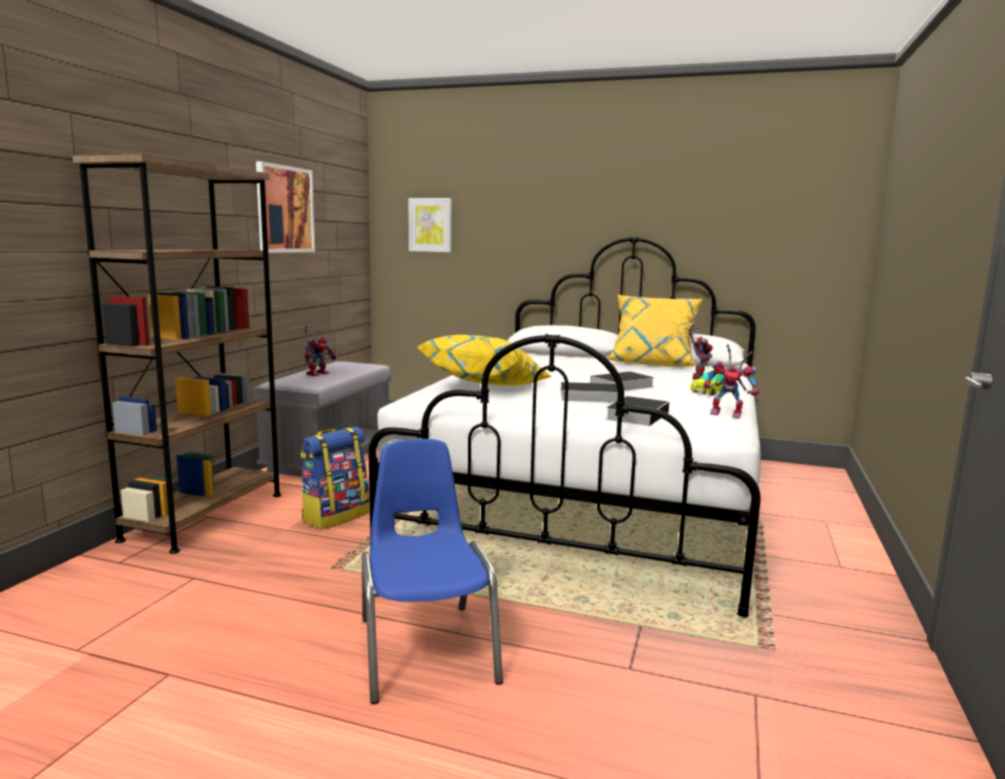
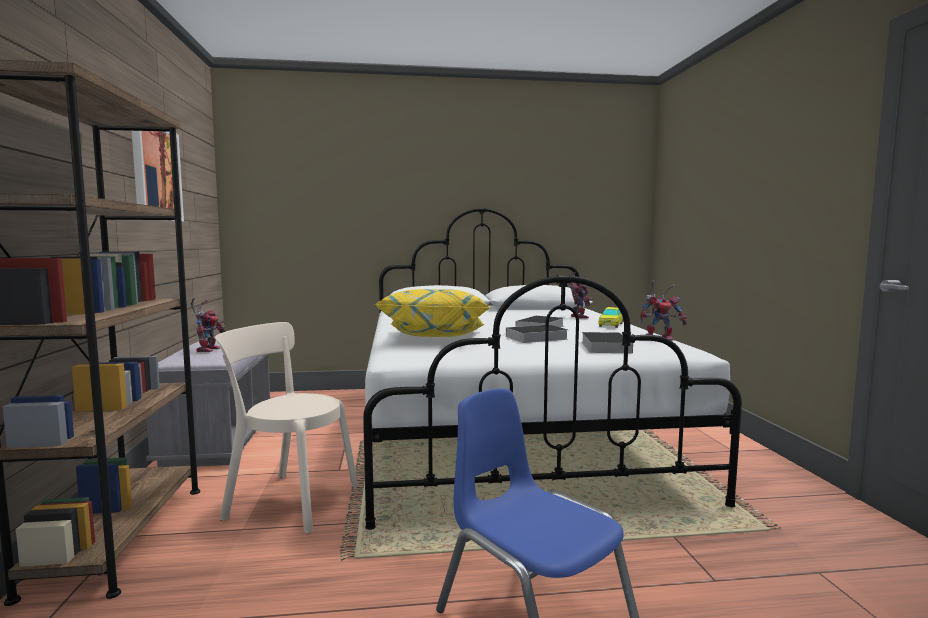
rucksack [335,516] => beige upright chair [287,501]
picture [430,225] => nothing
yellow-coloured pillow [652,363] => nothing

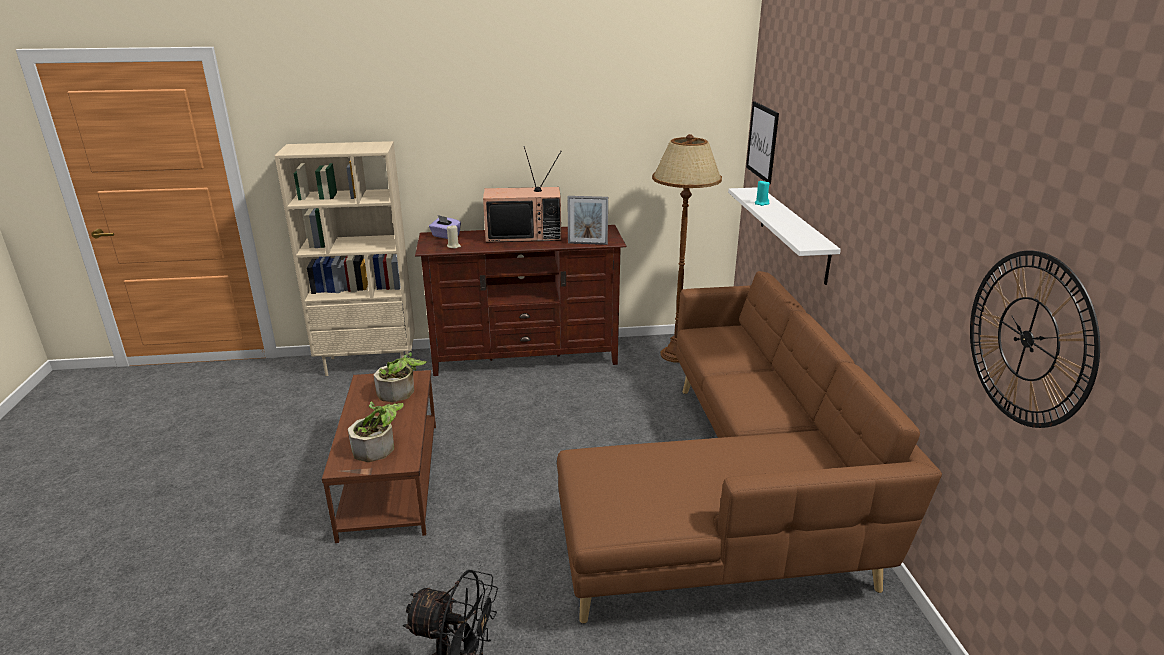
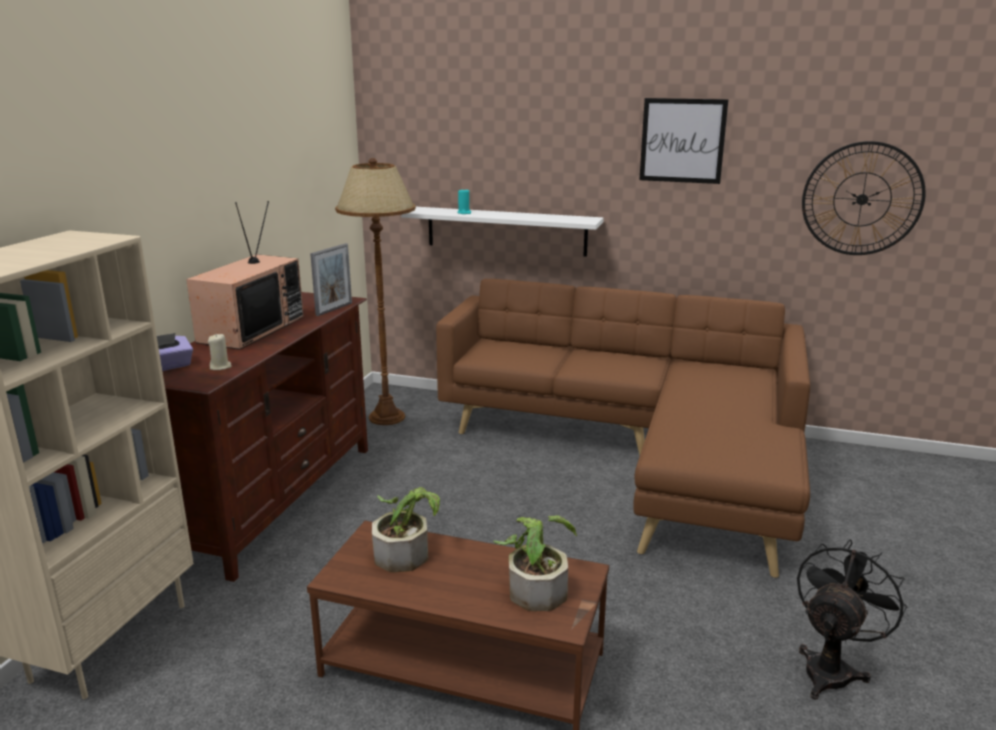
picture [762,142] => picture [682,140], shifted

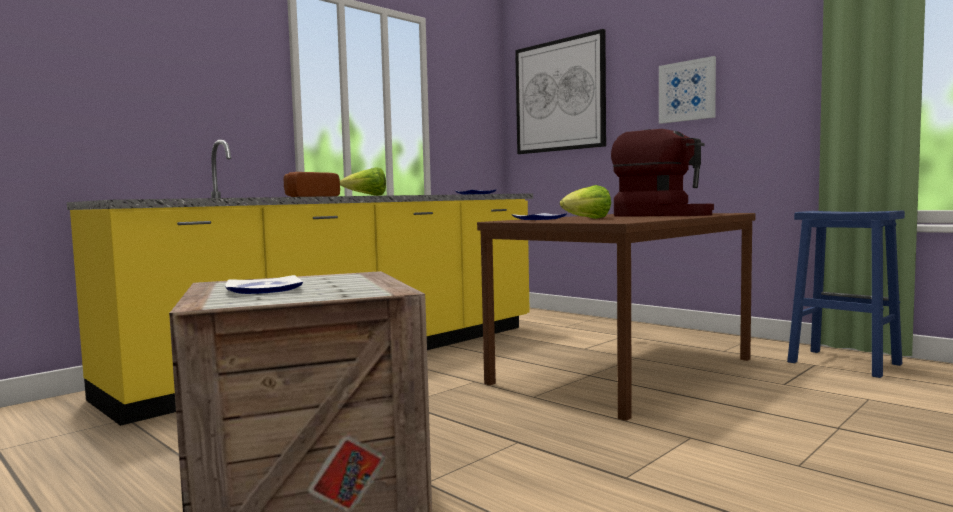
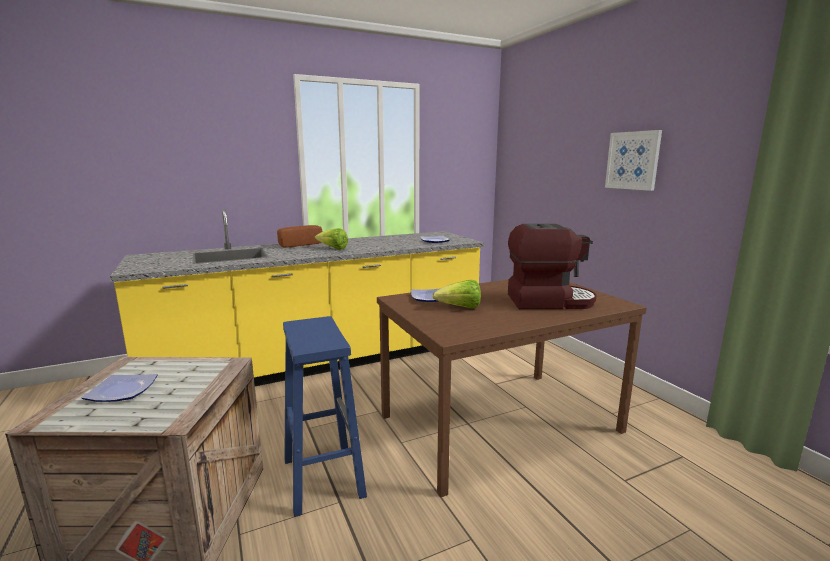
picture [559,96] => nothing
coffee machine [663,215] => coffee machine [548,301], 60 degrees counterclockwise
blue sitting stool [842,363] => blue sitting stool [322,476], shifted

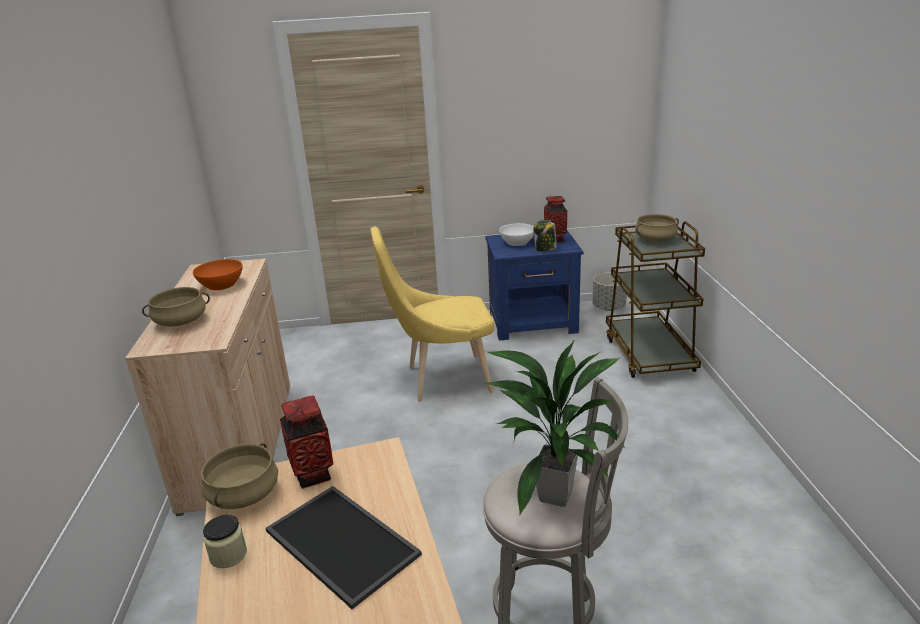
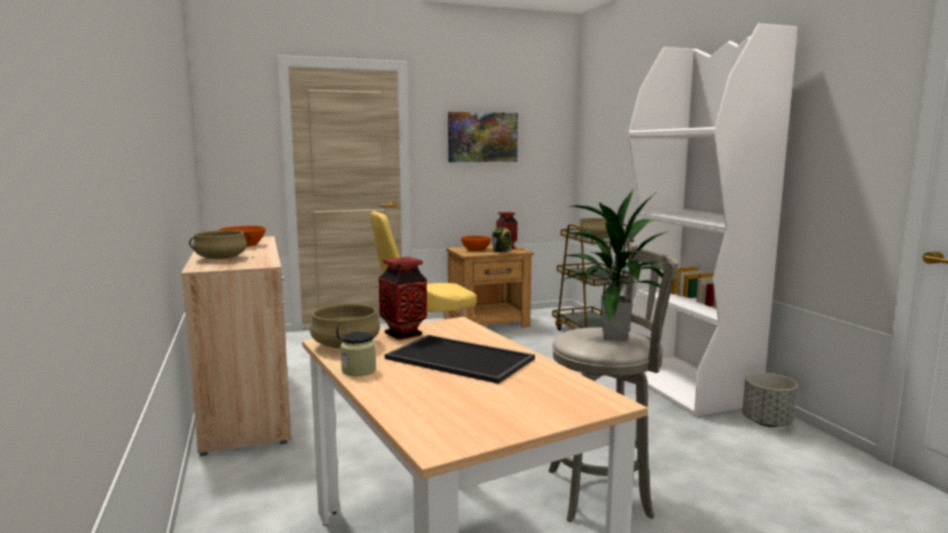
blue bedside table [534,323] => brownish bedside table [489,322]
white-coloured serving bowl [517,242] => orangey serving bowl [476,249]
grey flower pot [609,307] => grey flower pot [767,422], shifted
nothing => picture [482,137]
nothing => white-coloured bookcase [686,386]

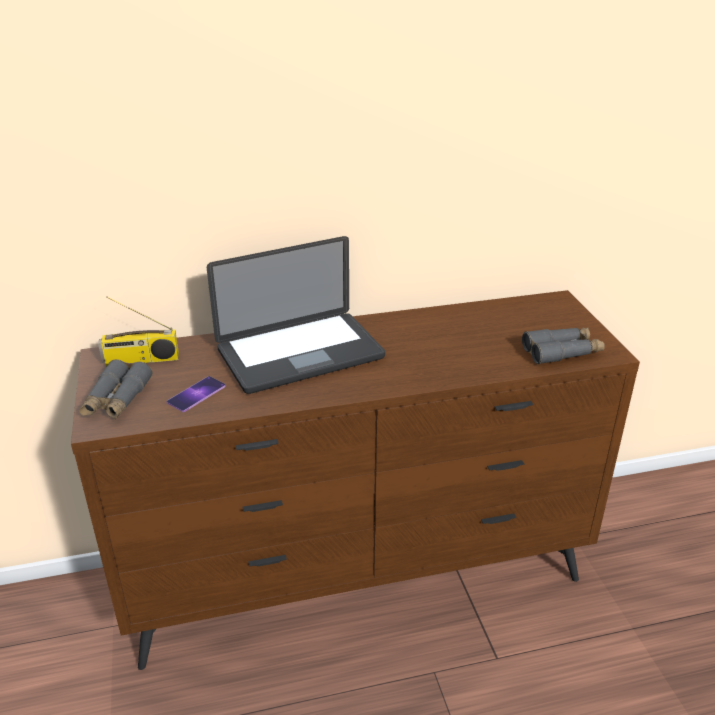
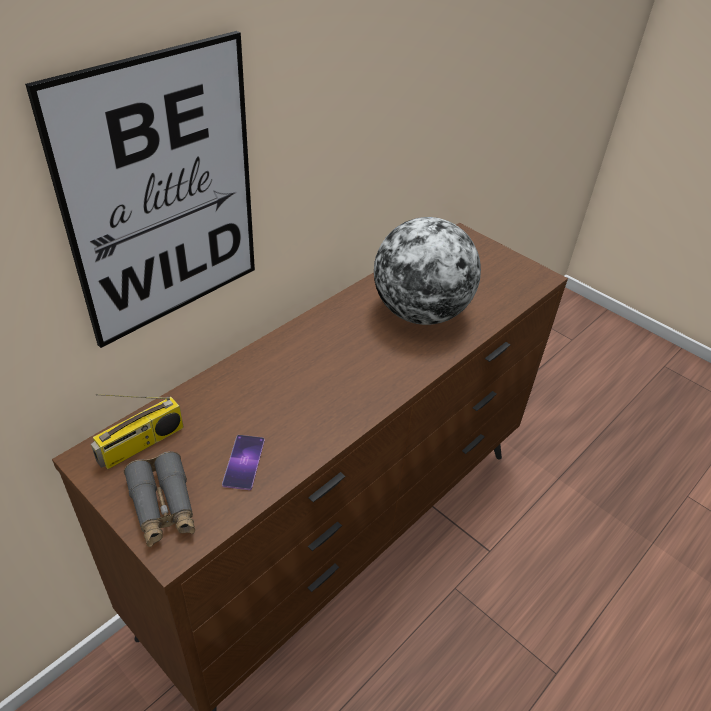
notebook computer [300,354] => nothing
grey pair of binoculars [562,352] => nothing
nothing => picture [163,196]
nothing => world globe [420,312]

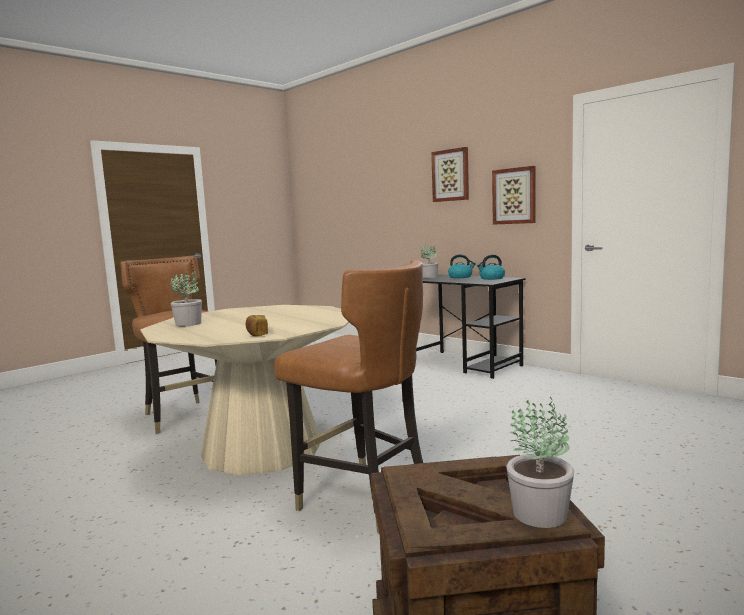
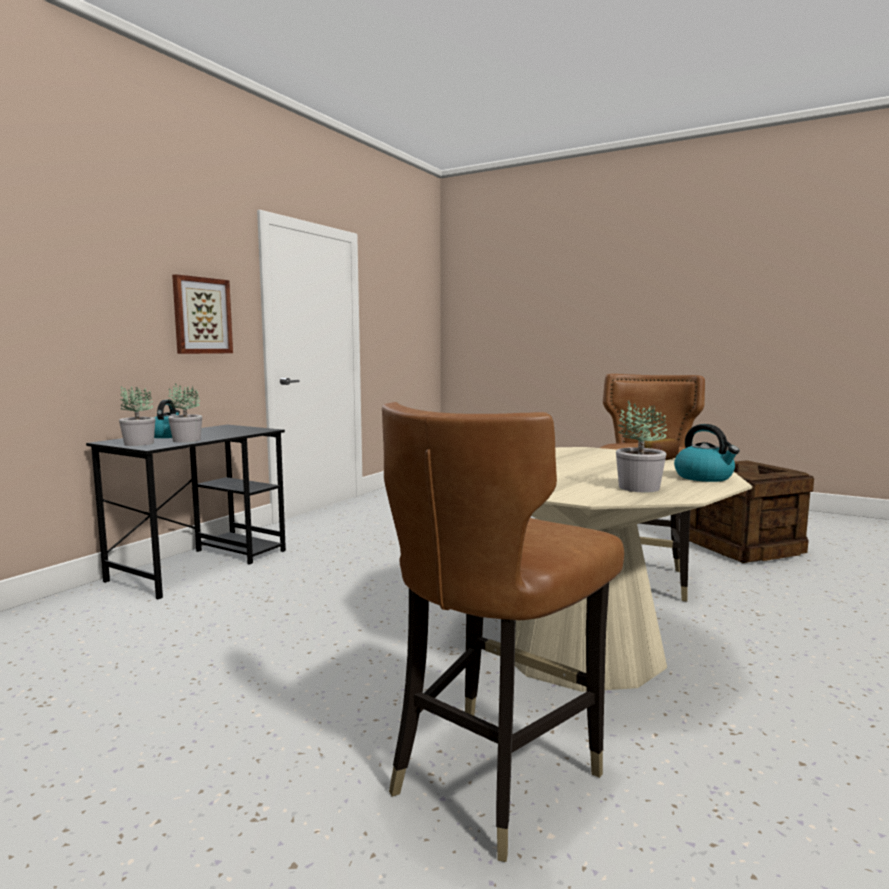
picture [451,175] => nothing
tea kettle [491,278] => tea kettle [704,477], shifted
plant in a pot [539,512] => plant in a pot [186,440], shifted

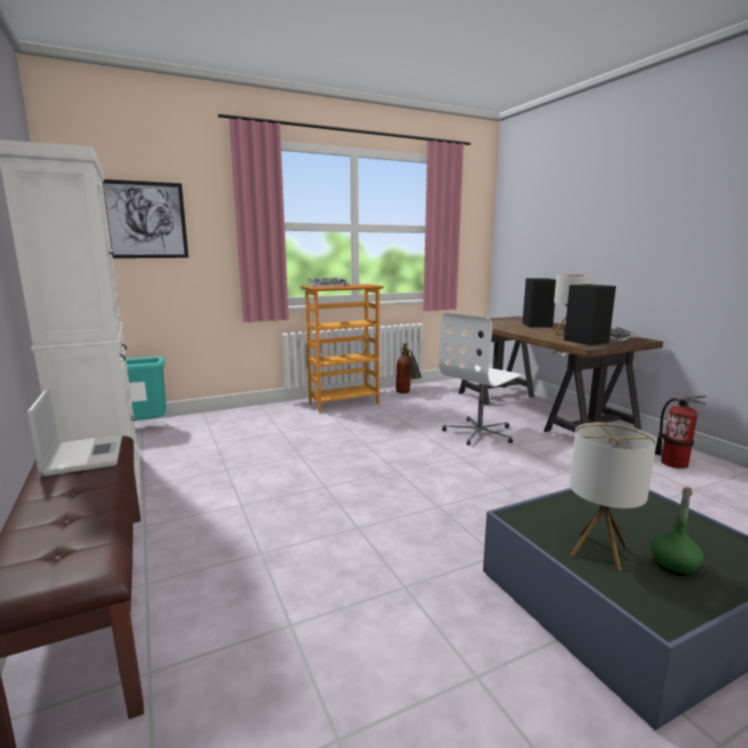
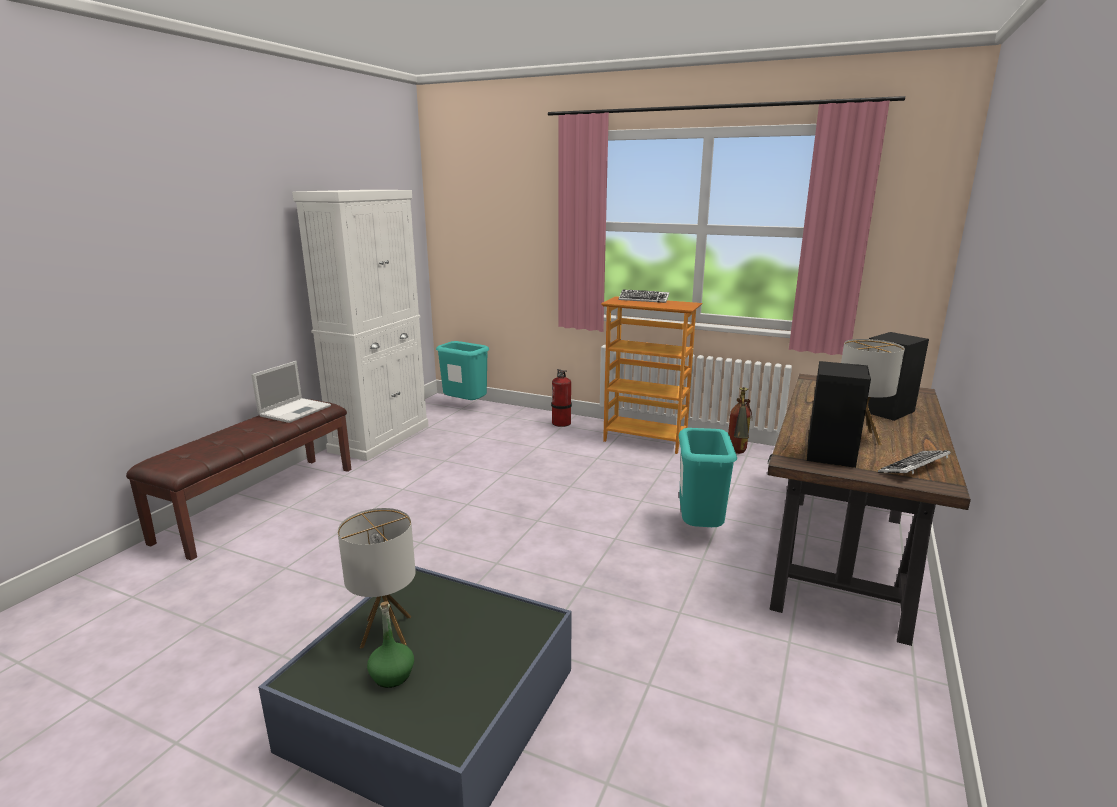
picture [145,220] => nothing
white-coloured computer chair [480,433] => turquoise-coloured waste bin [698,528]
fire extinguisher [674,463] => fire extinguisher [561,423], shifted

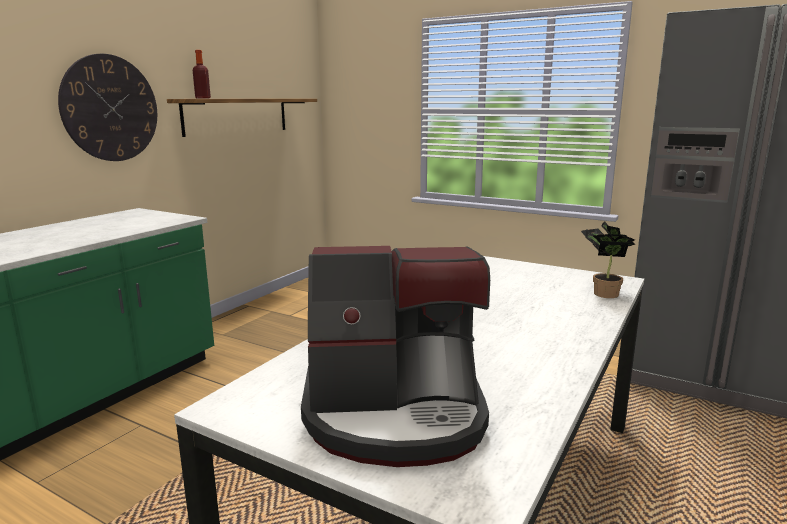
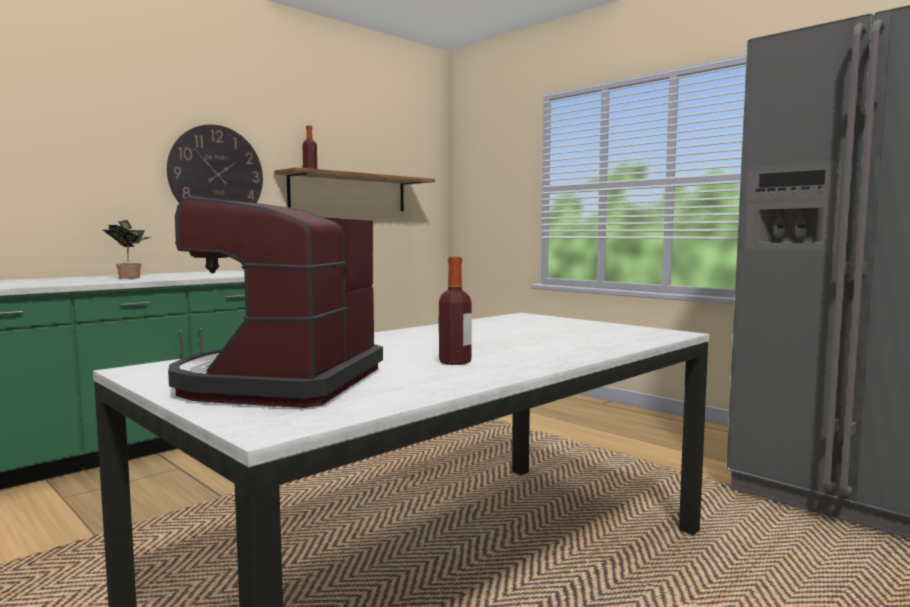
coffee machine [395,414] => coffee machine [280,383], 90 degrees clockwise
plant in a pot [602,293] => plant in a pot [129,277], shifted
nothing => bottle [455,362]

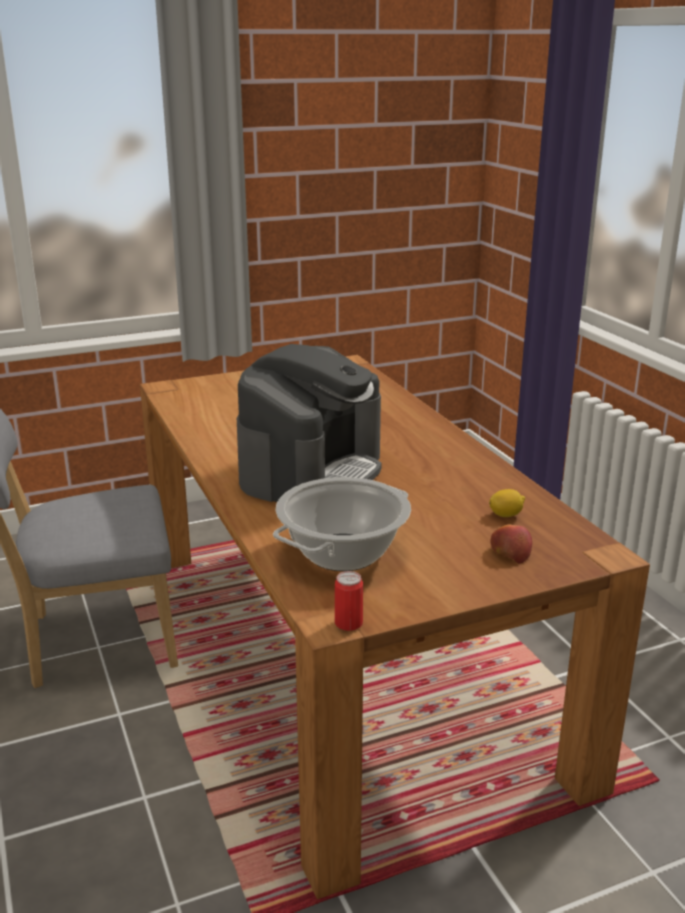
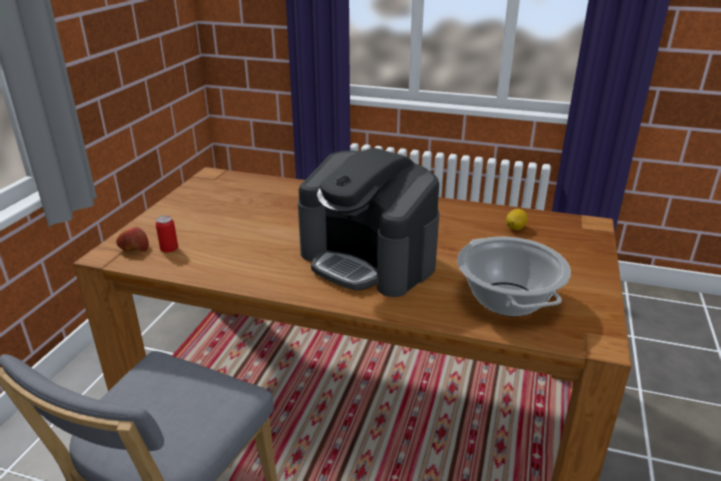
coffee machine [311,471] => coffee machine [369,260], 150 degrees clockwise
metal can [348,623] => metal can [169,248], shifted
apple fruit [510,552] => apple fruit [133,247], shifted

